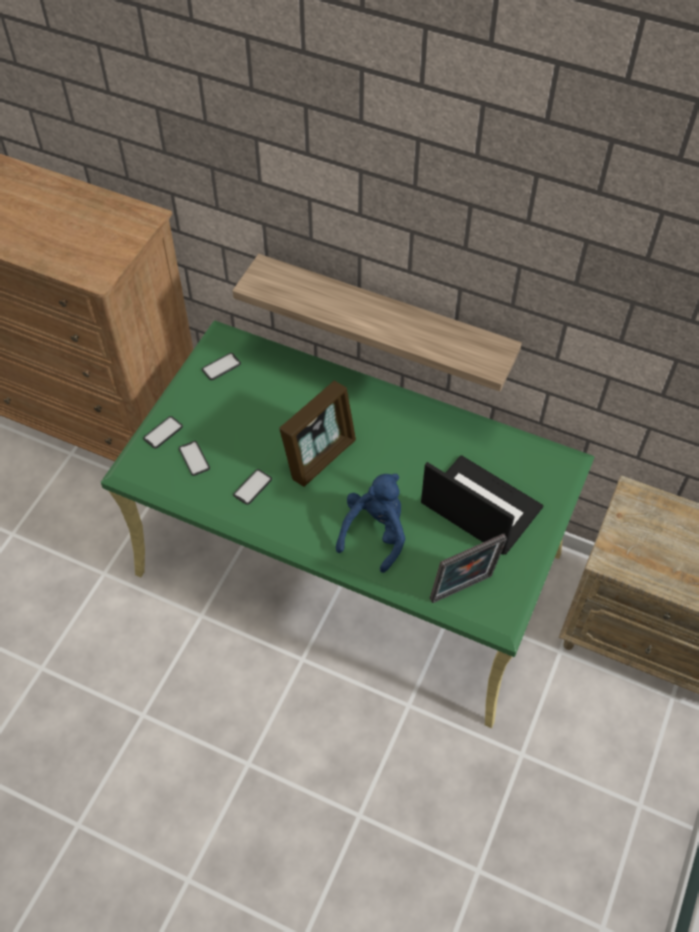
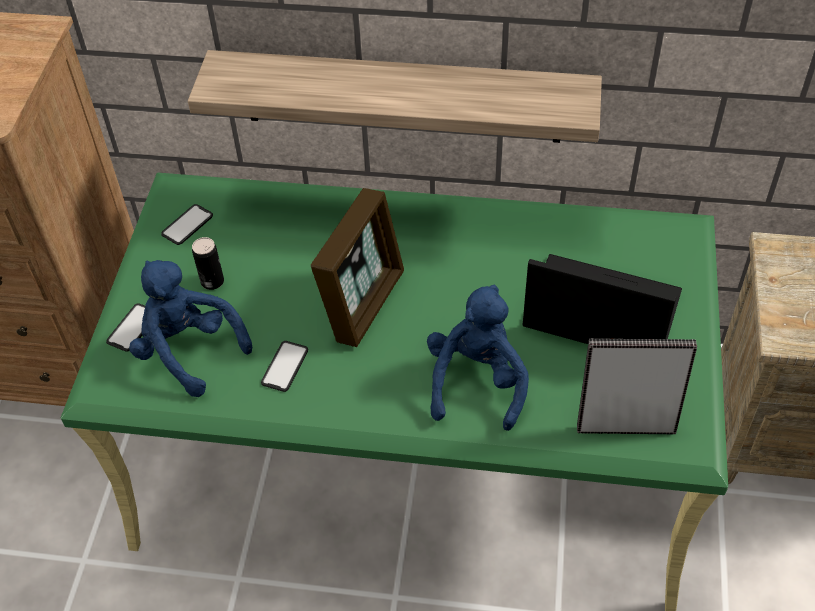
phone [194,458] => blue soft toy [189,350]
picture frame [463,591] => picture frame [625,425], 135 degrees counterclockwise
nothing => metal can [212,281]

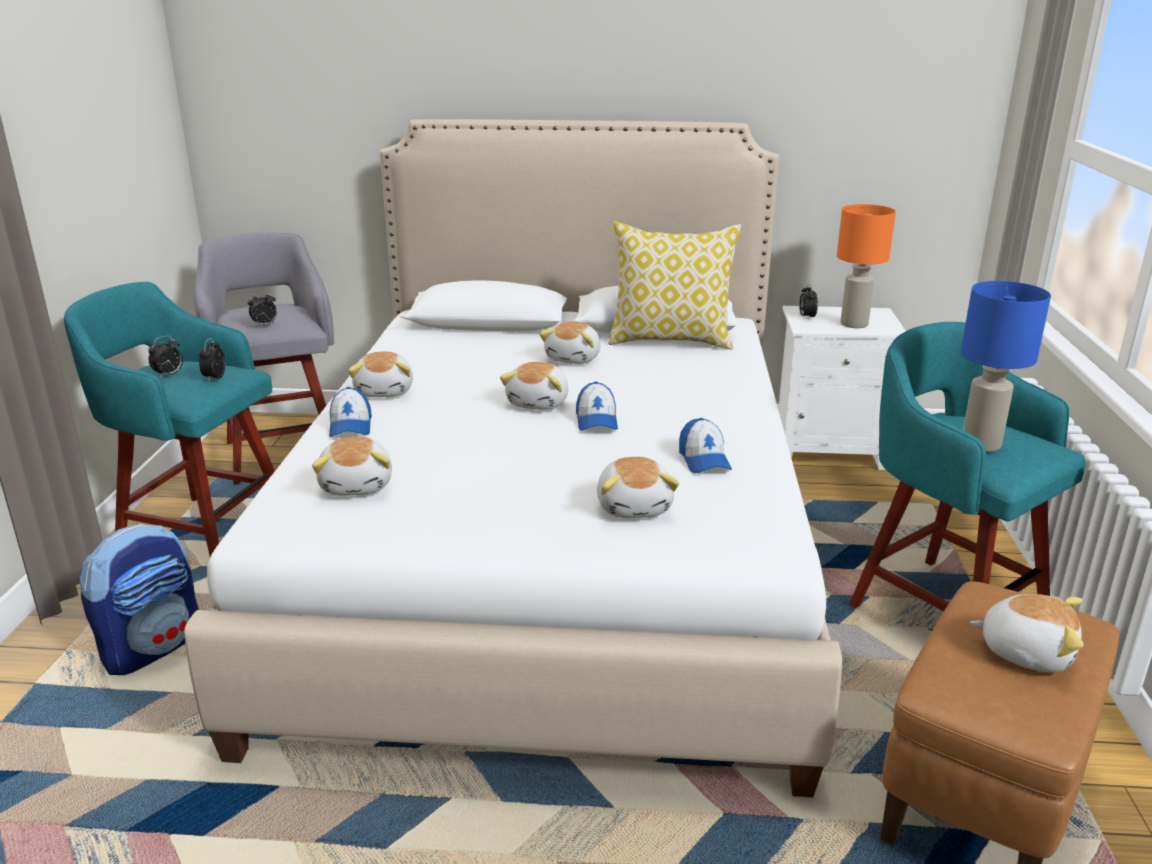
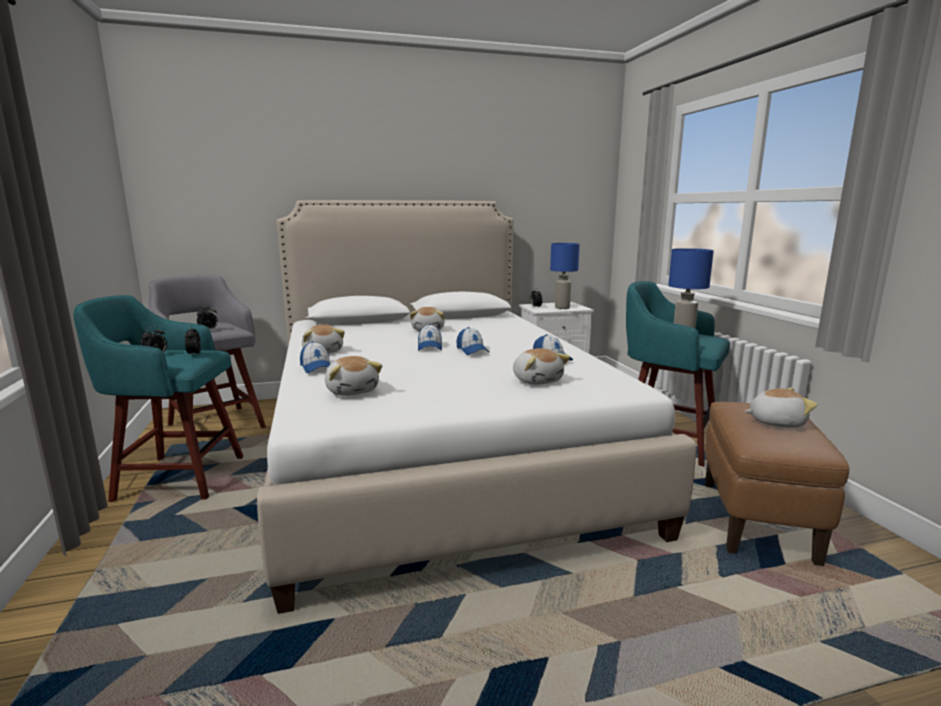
rucksack [153,647] => nothing
soft toy [539,403] => cap [430,347]
pillow [671,340] => nothing
orangey lamp for a table [853,324] => blue lamp for a table [562,307]

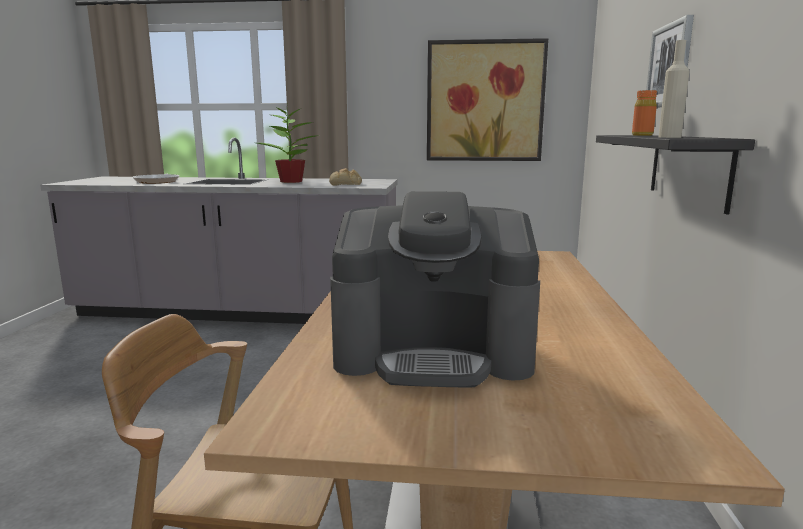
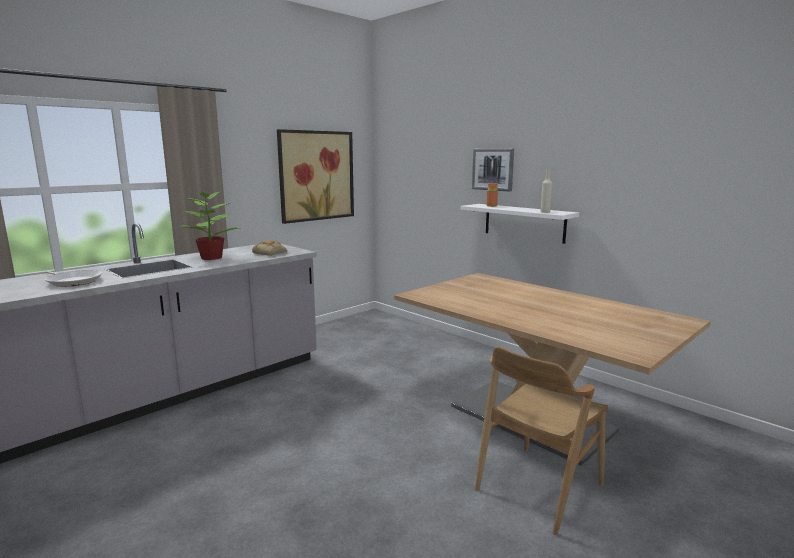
coffee machine [434,352] => nothing
black-coloured shelf [688,169] => white-coloured shelf [524,223]

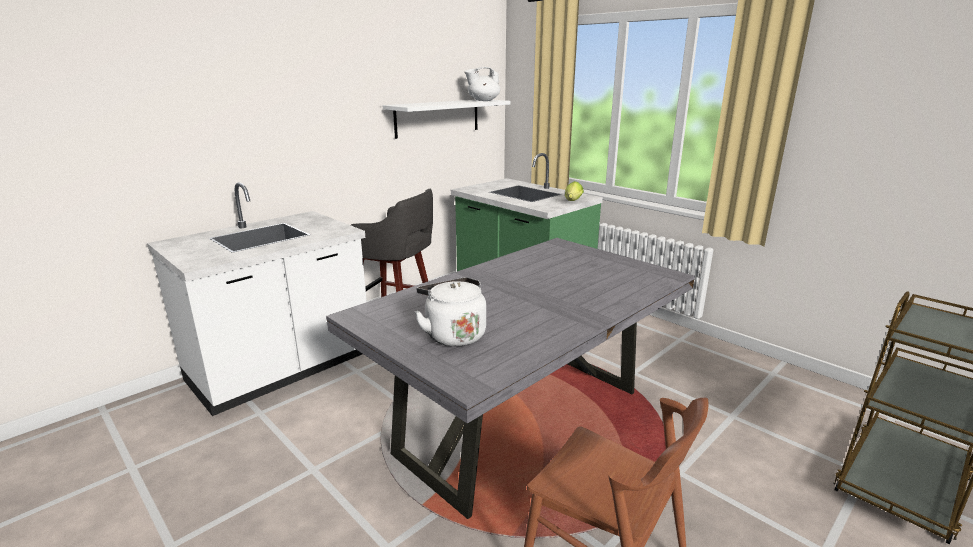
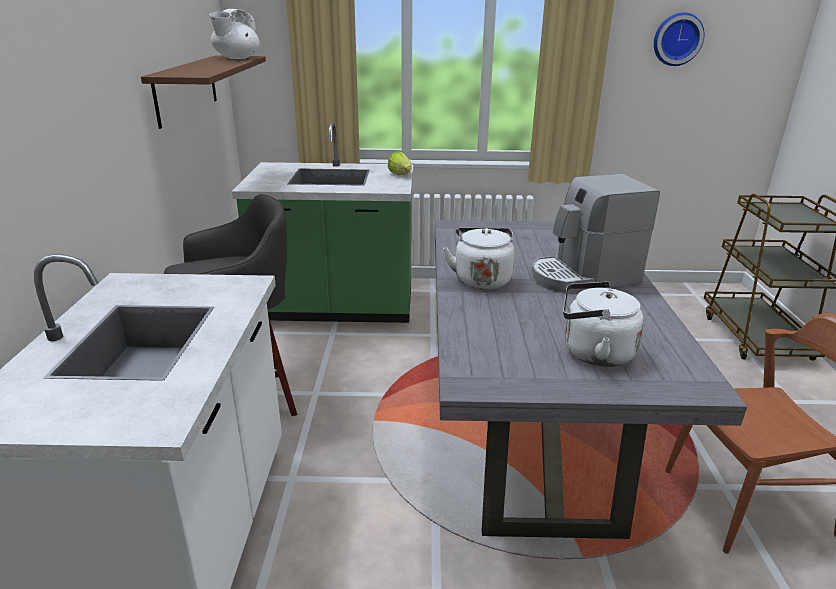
white-coloured shelf [437,118] => brownish shelf [186,89]
nothing => white-coloured tea kettle [481,279]
nothing => coffee machine [583,276]
nothing => wall clock [677,39]

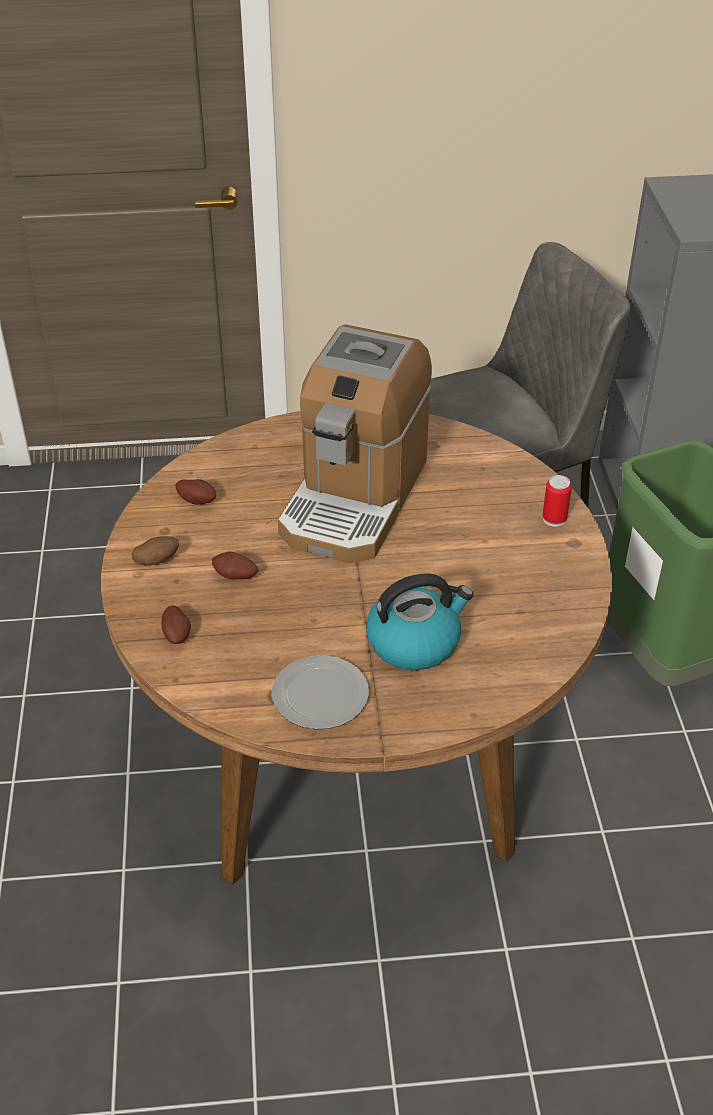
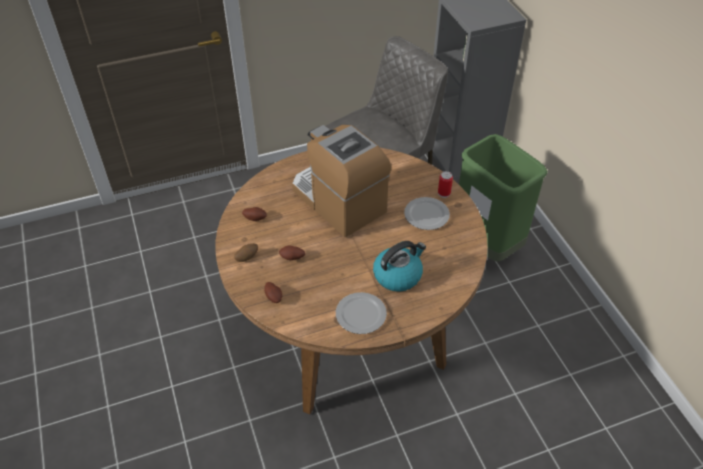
coffee machine [354,498] => coffee machine [338,201], 135 degrees clockwise
nothing => flat dish [427,215]

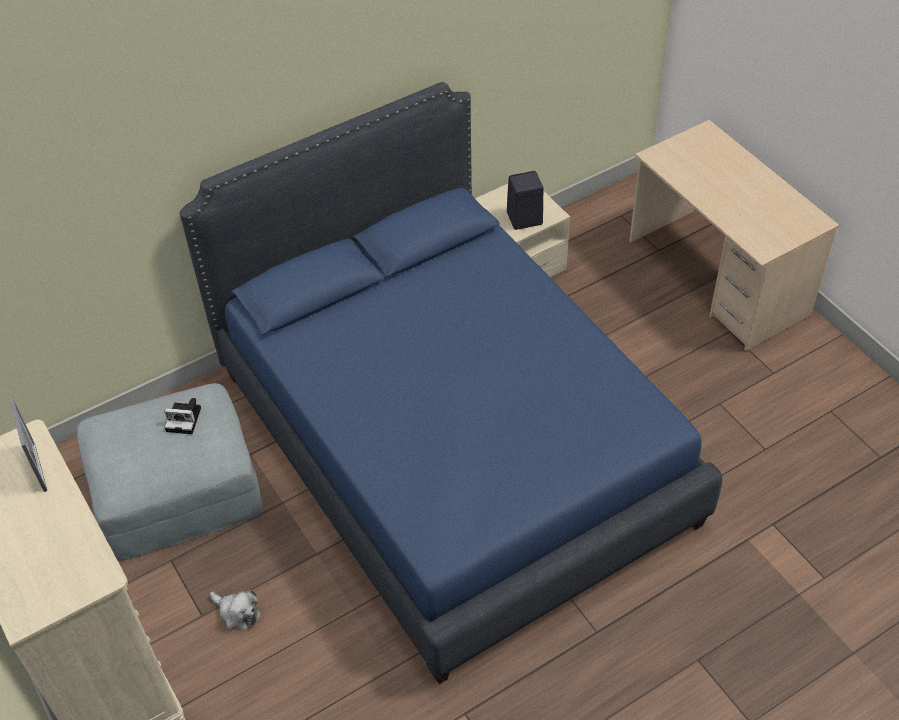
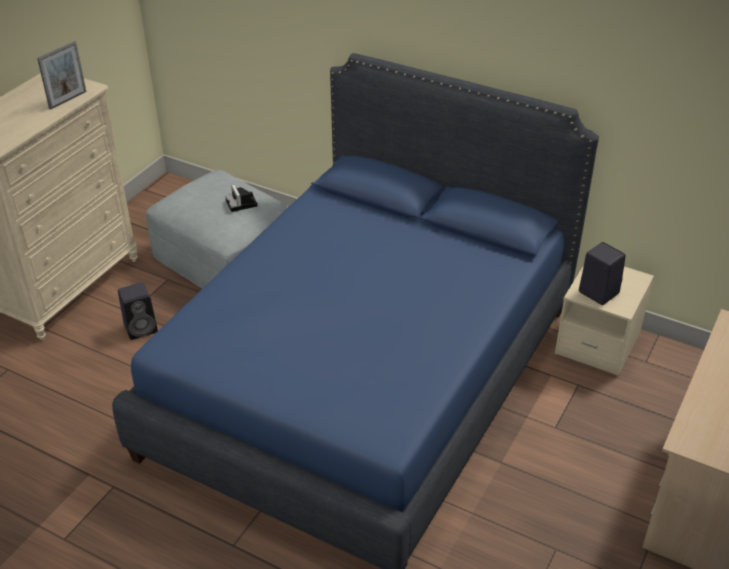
soft toy [238,613] => black-coloured speaker [142,328]

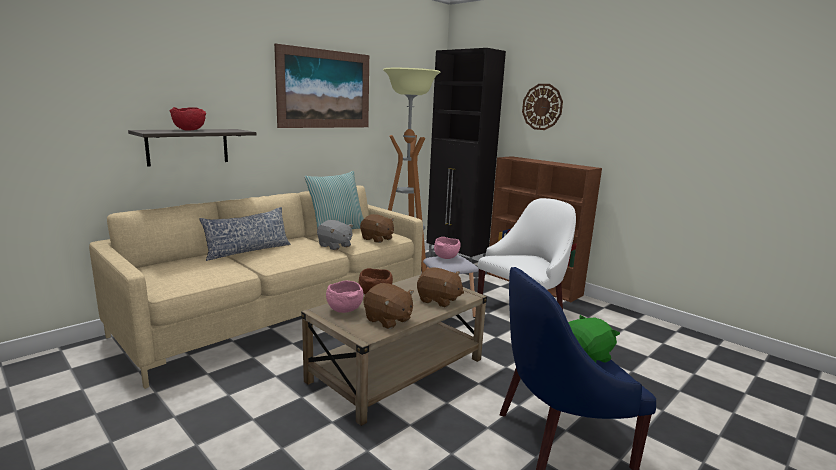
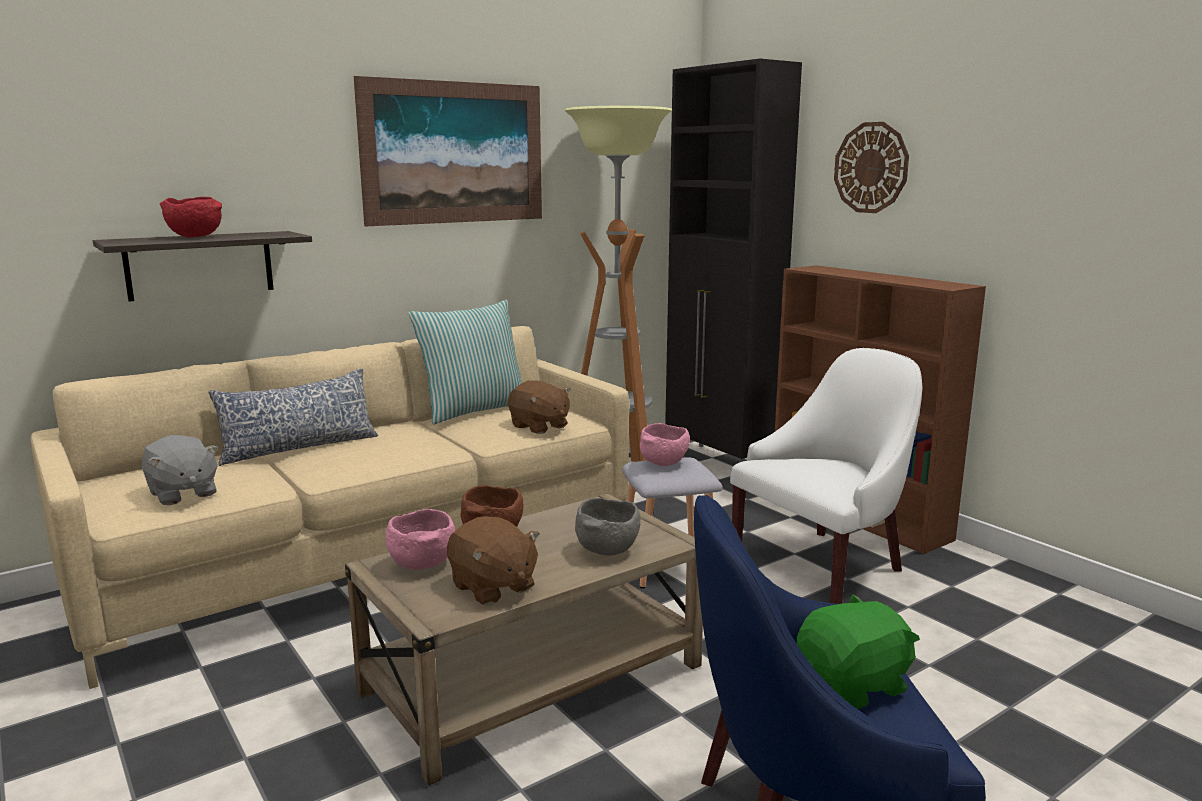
grey soft toy [335,246] => grey soft toy [182,494], shifted
brownish soft toy [439,300] => grey serving bowl [607,550]

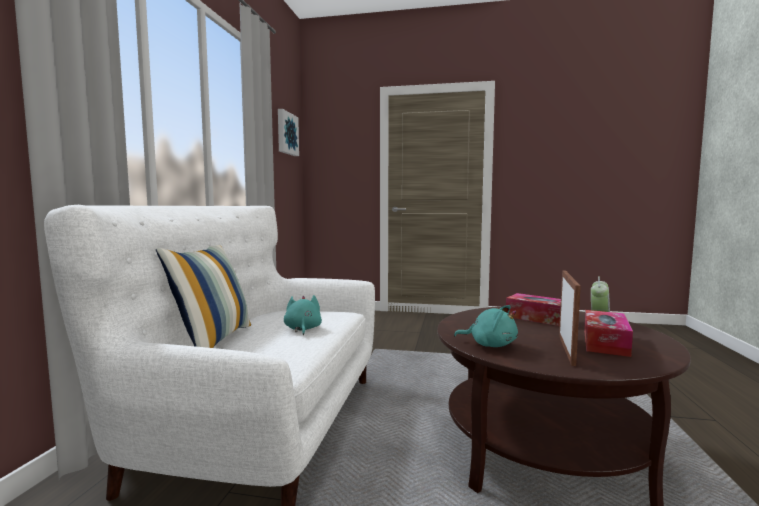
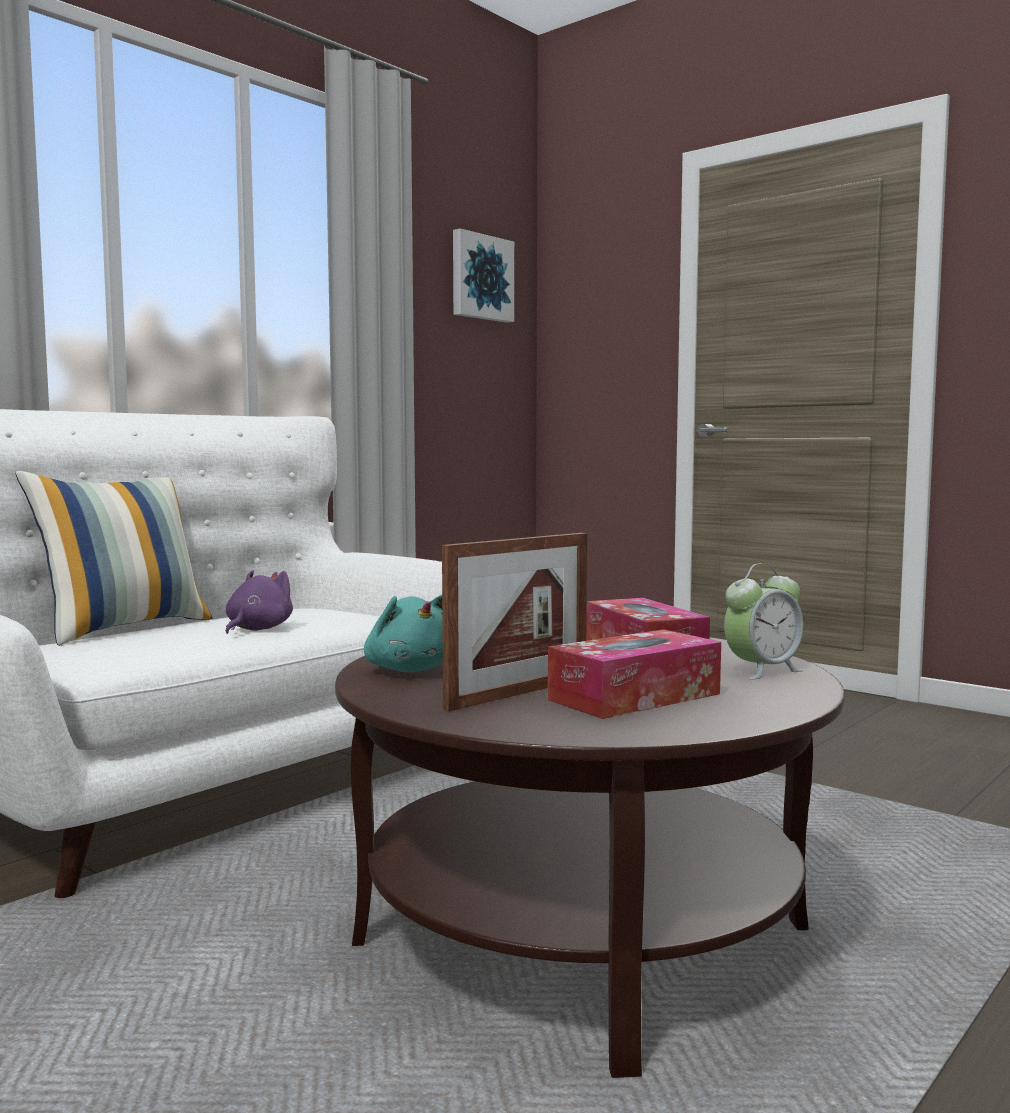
turquoise-coloured soft toy [302,329] => purple soft toy [257,629]

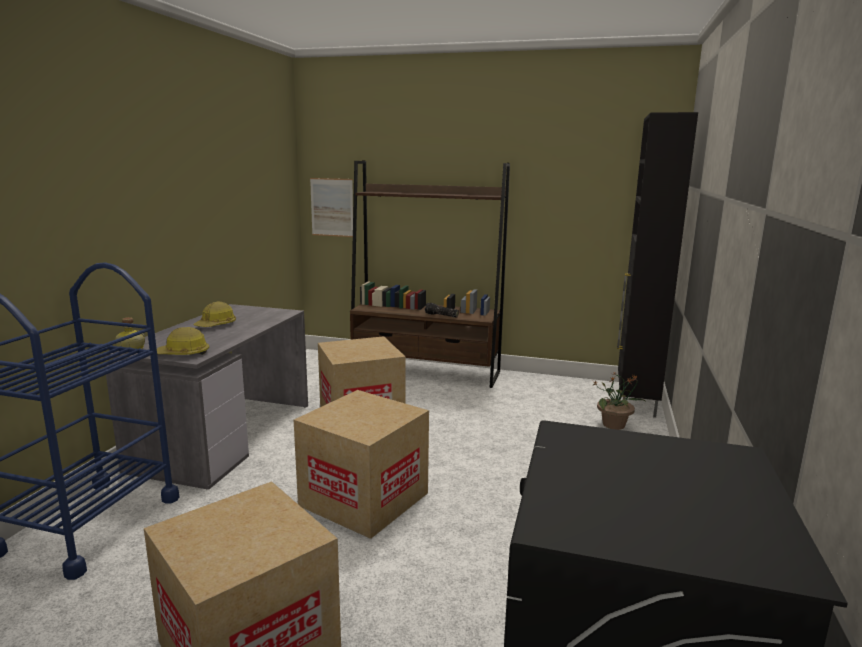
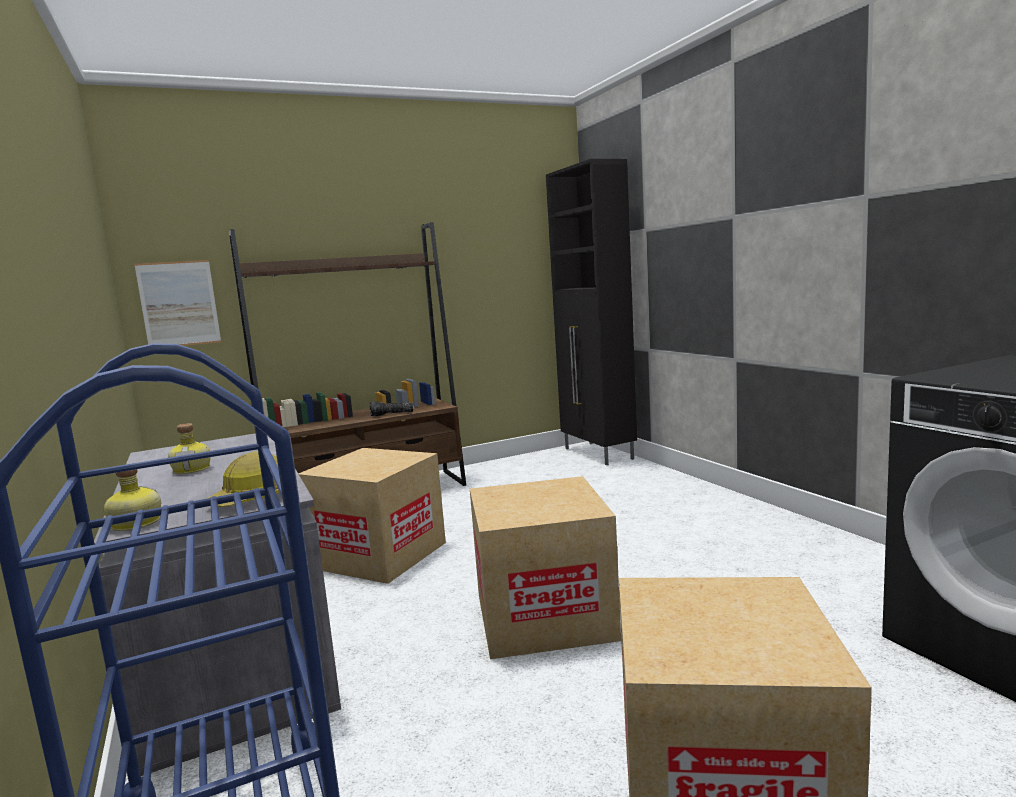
hard hat [216,325] => bottle [193,469]
plant in a pot [614,425] => nothing

